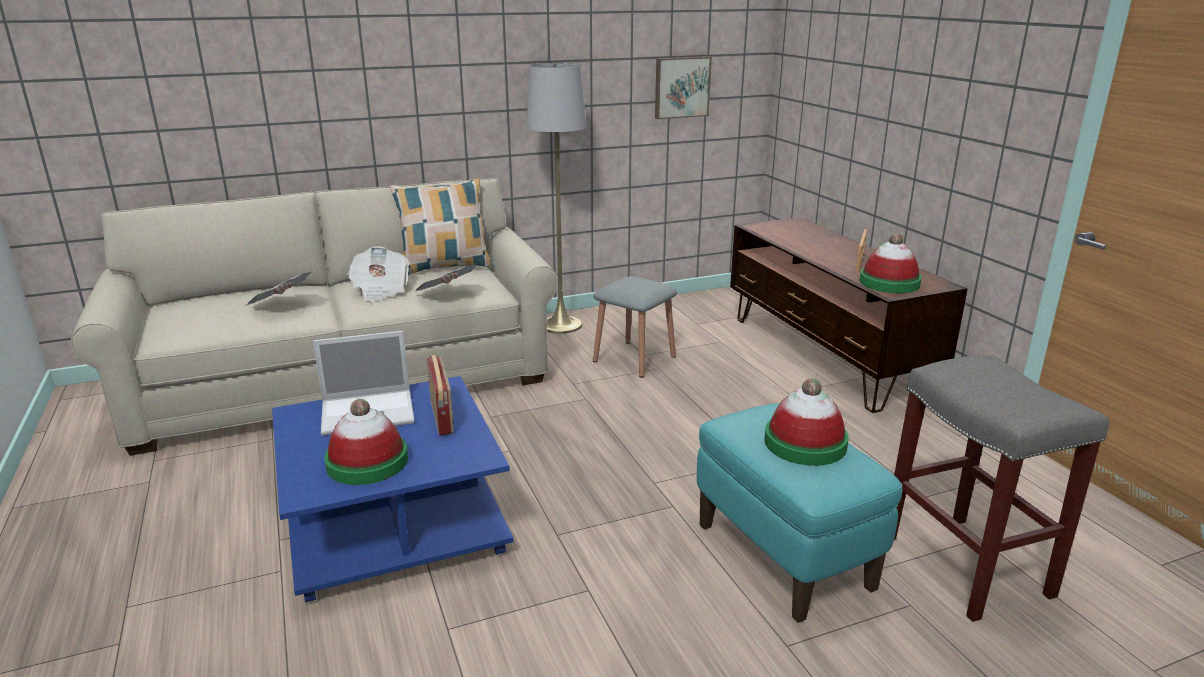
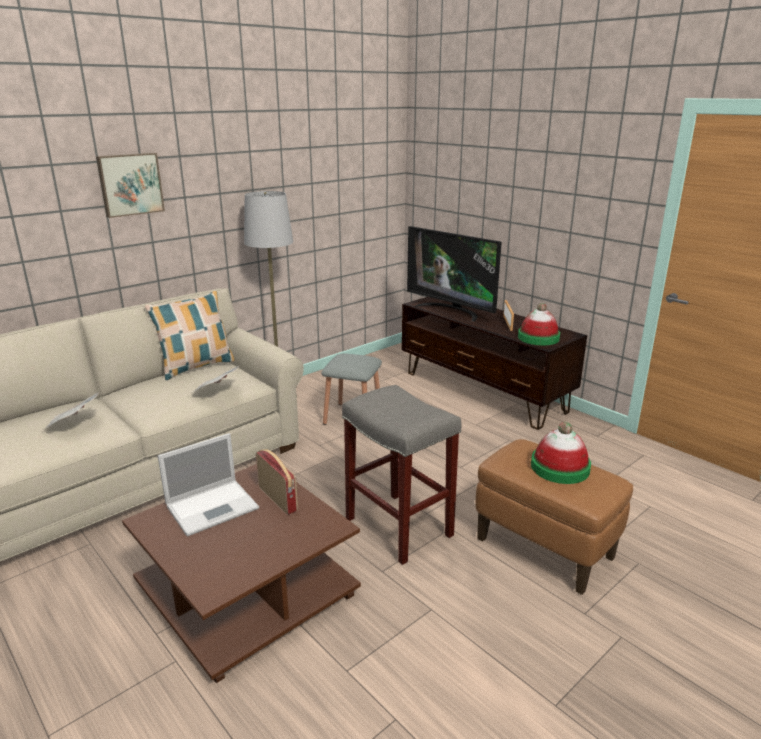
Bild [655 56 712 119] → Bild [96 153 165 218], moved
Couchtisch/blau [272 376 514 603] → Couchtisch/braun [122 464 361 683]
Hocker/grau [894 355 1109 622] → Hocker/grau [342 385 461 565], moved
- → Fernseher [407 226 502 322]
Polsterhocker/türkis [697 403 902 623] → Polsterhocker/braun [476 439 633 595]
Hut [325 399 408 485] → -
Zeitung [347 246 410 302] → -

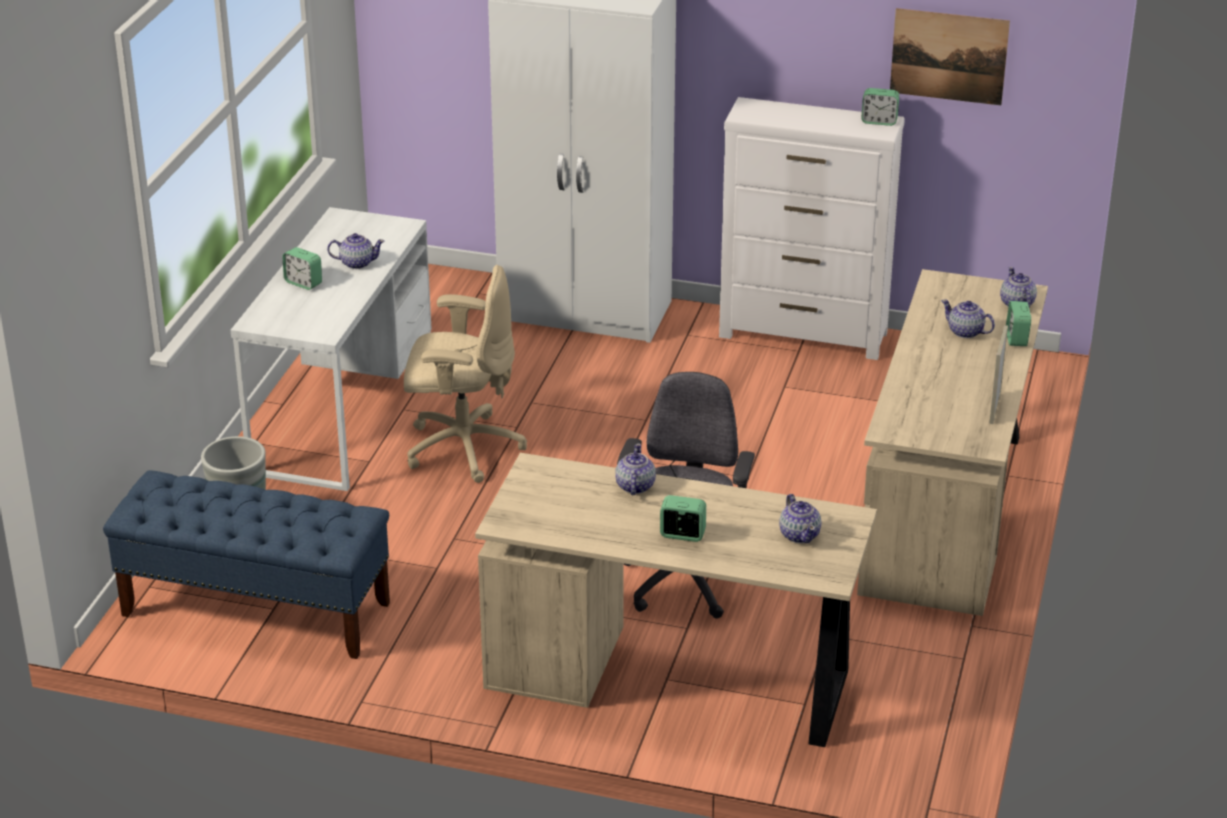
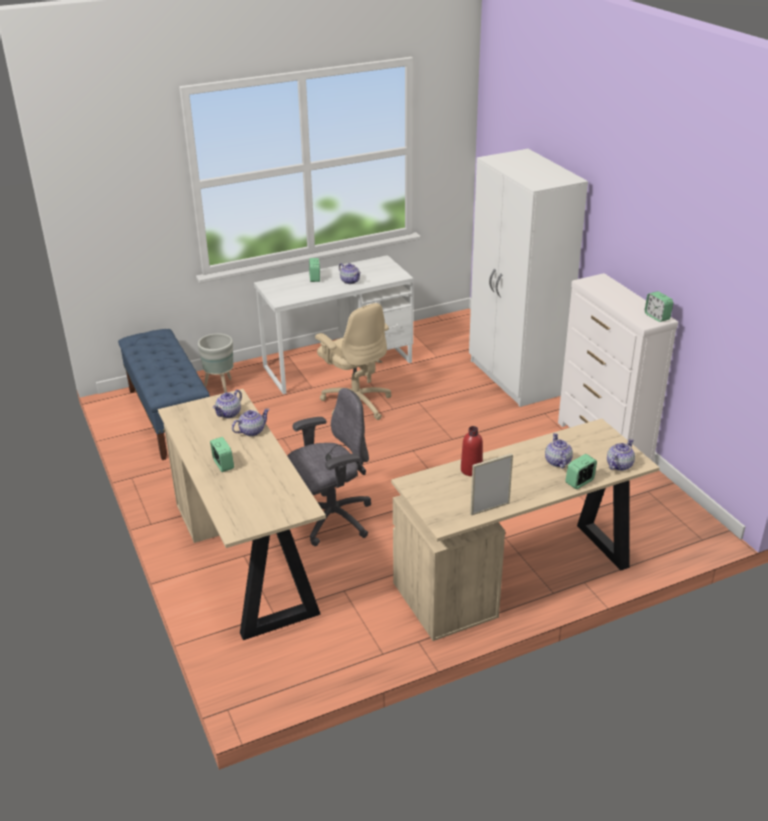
Teekanne [779 494 821 543] → Teekanne [213 390 242 418], moved
- → Flasche/rot [461 426 483 476]
Bild [890 8 1010 105] → -

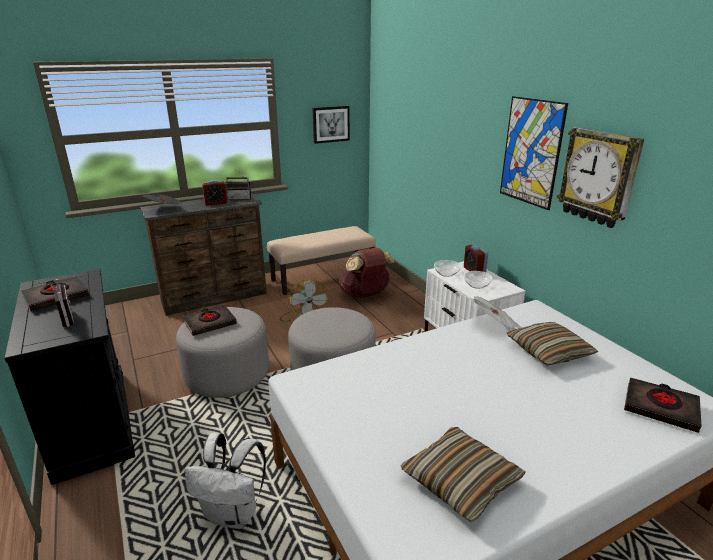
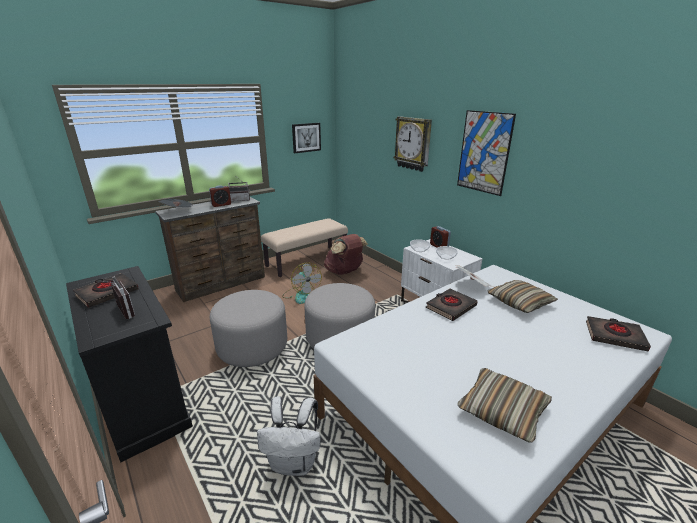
Wanduhr [557 127 644 228] → Wanduhr [394 116 432 172], moved
Buch/schwarz [183 305 237 336] → Buch/schwarz [426 289 478 321], moved

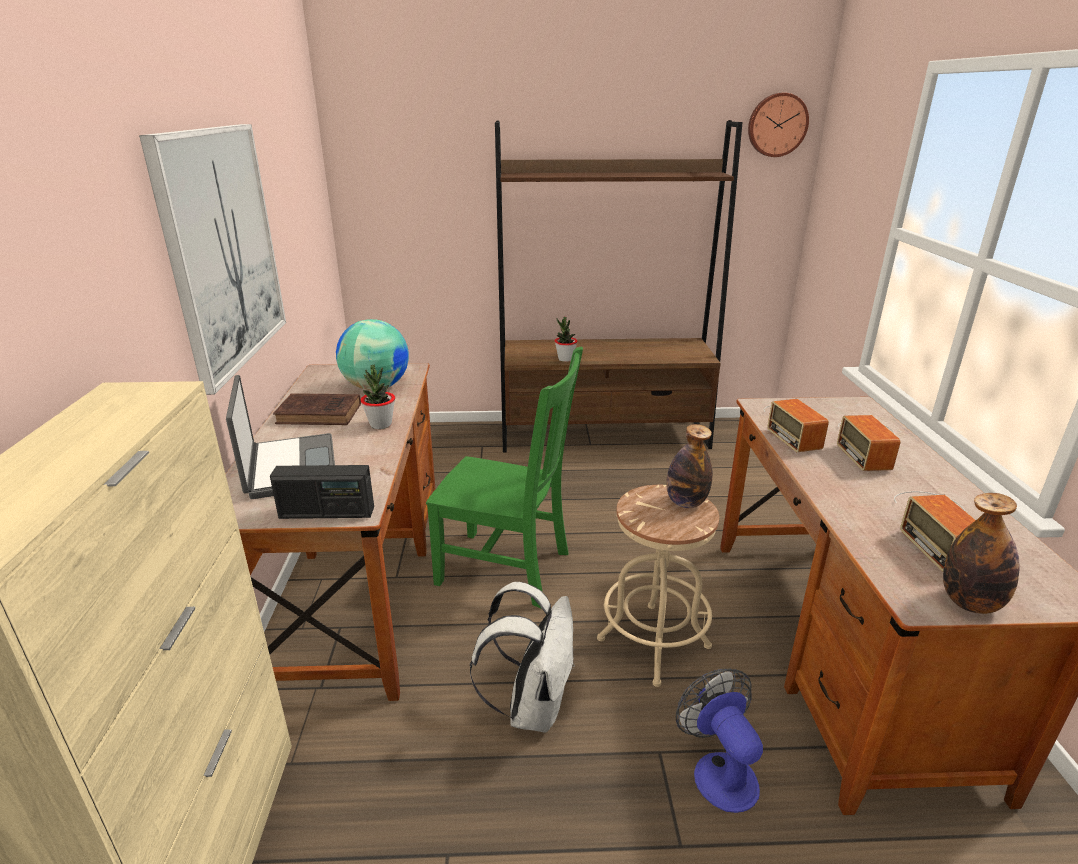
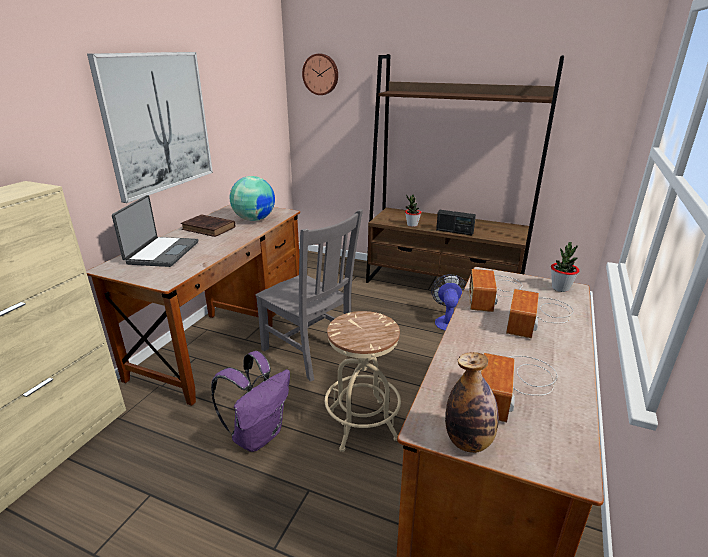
Rucksack/weiß [470 582 574 732] → Rucksack/lila [211 351 290 452]
Stuhl/grün [426 347 583 609] → Stuhl/grau [255 209 363 382]
Wanduhr [748 93 809 157] → Wanduhr [302 54 338 95], moved
Ventilator [676 668 763 813] → Ventilator [431 274 467 331], moved
Radio [270 465 374 519] → Radio [436 210 476 235], moved
Topfpflanze [361 365 395 429] → Topfpflanze [551 242 579 292], moved
Flasche [666 424 713 508] → -

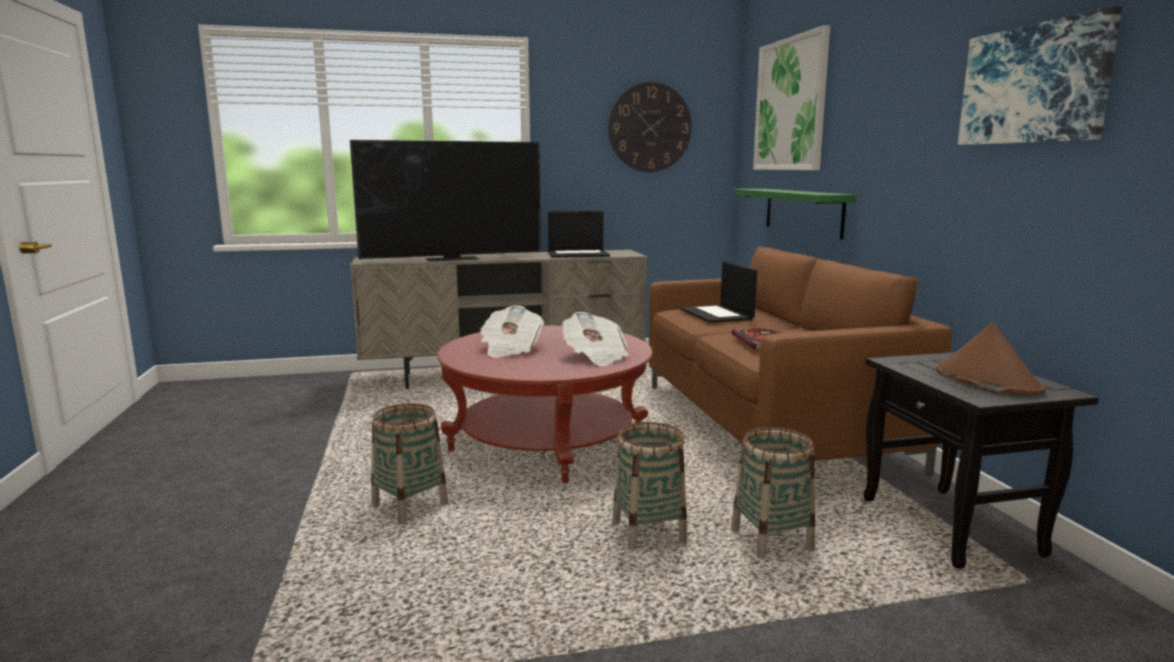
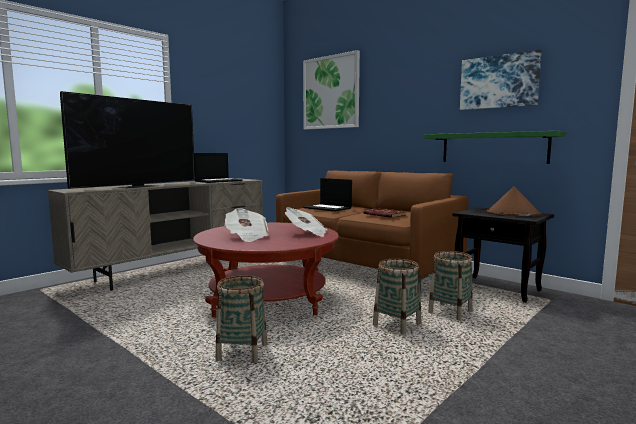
Wandregal/grün [733 189 857 240] → Wandregal/grün [424 131 565 164], moved
Wanduhr [608 82 692 172] → -

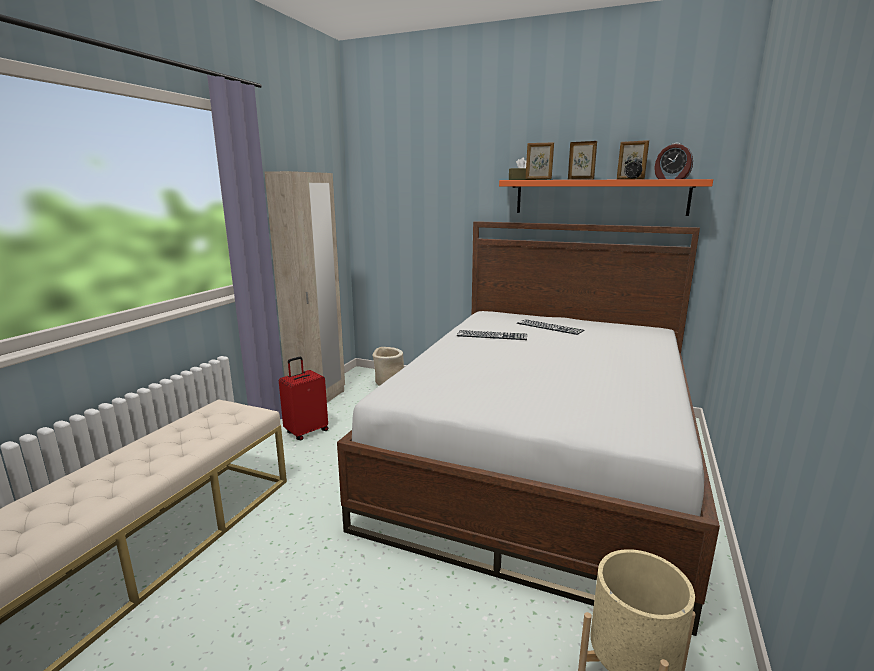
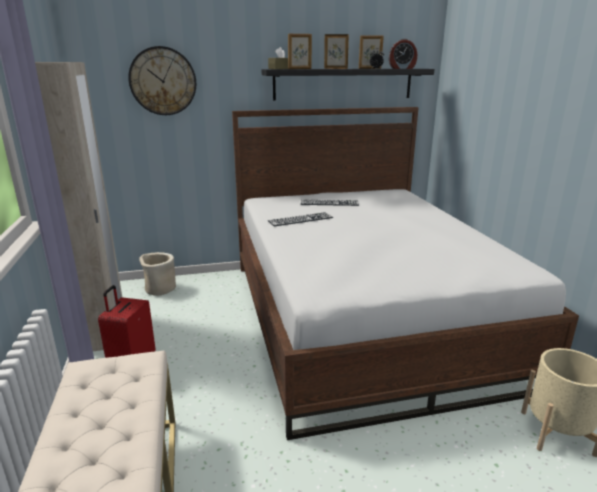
- → Wanduhr [128 46 196 115]
Wandregal/orange [499 179 713 216] → Wandregal/schwarz [262 69 435 100]

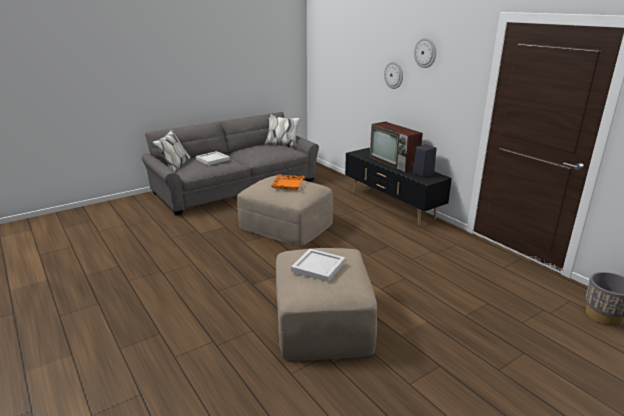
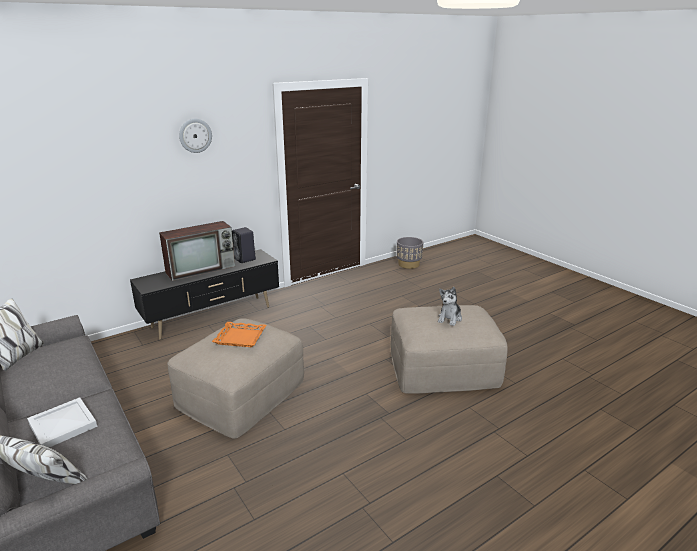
Tablett/weiß [291 249 345 282] → Plüschtier [438 287 462 326]
Wanduhr [384 61 403 89] → -

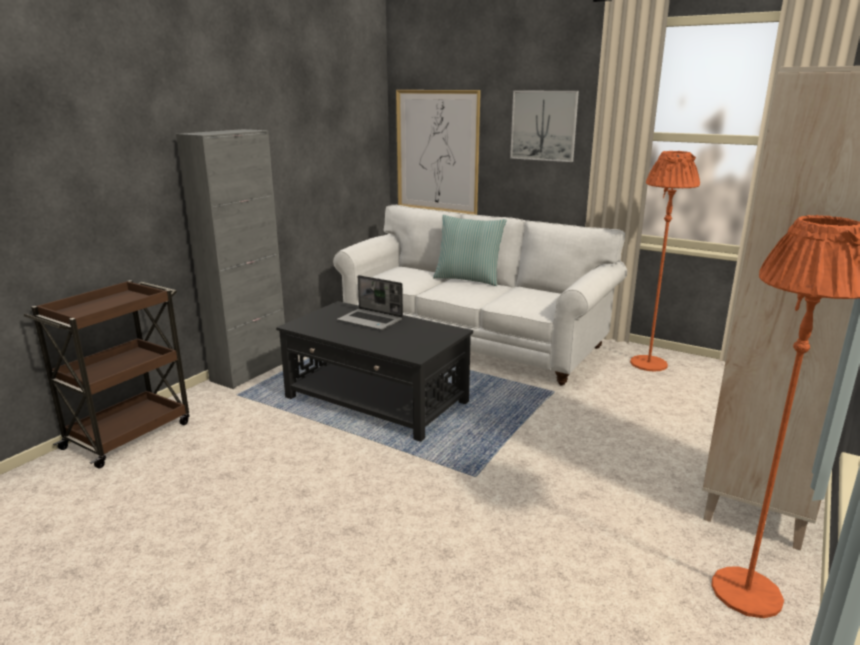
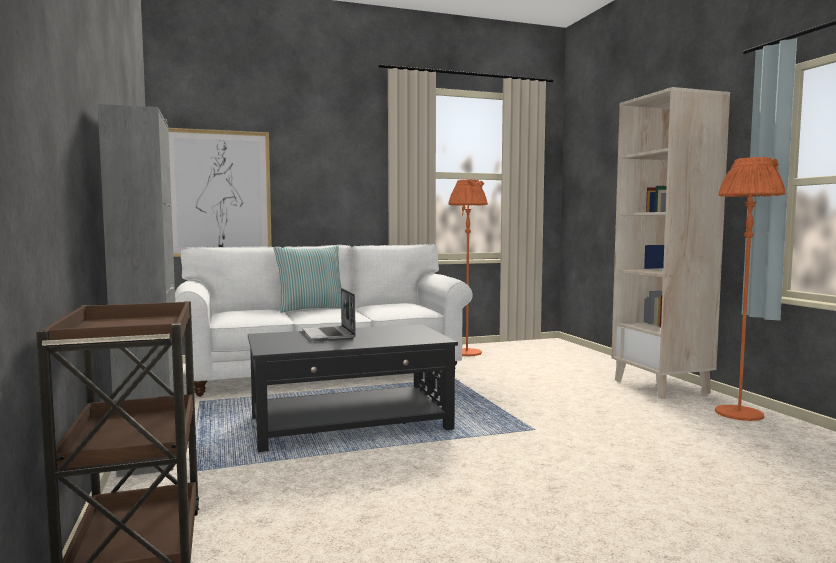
Laptop [337 275 403 330] → Laptop [302 288 356 341], 90 degrees clockwise
Bild [510 91 579 162] → -

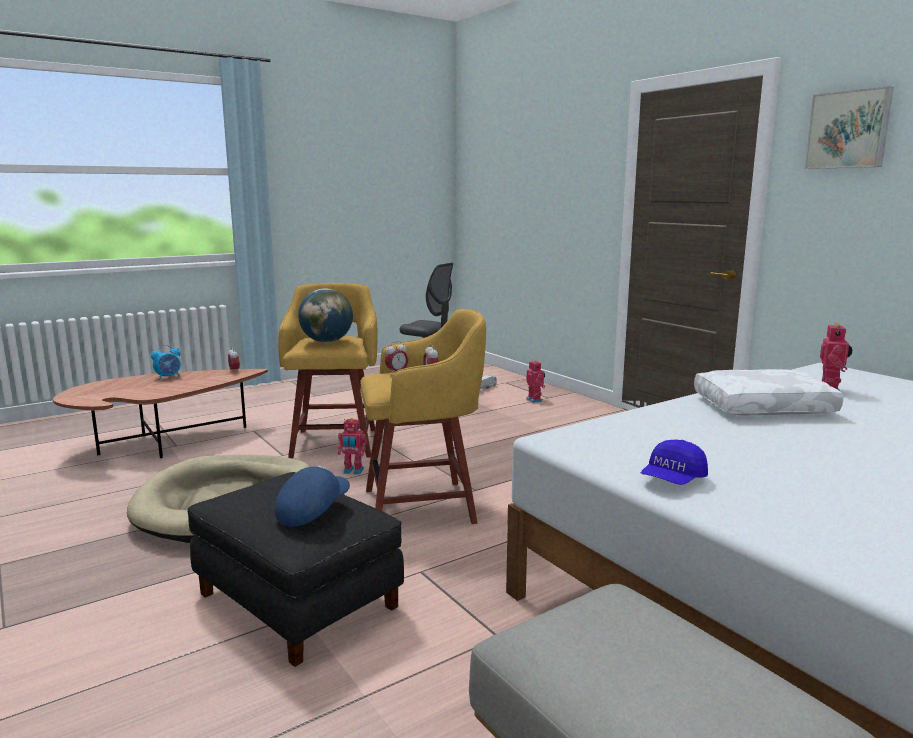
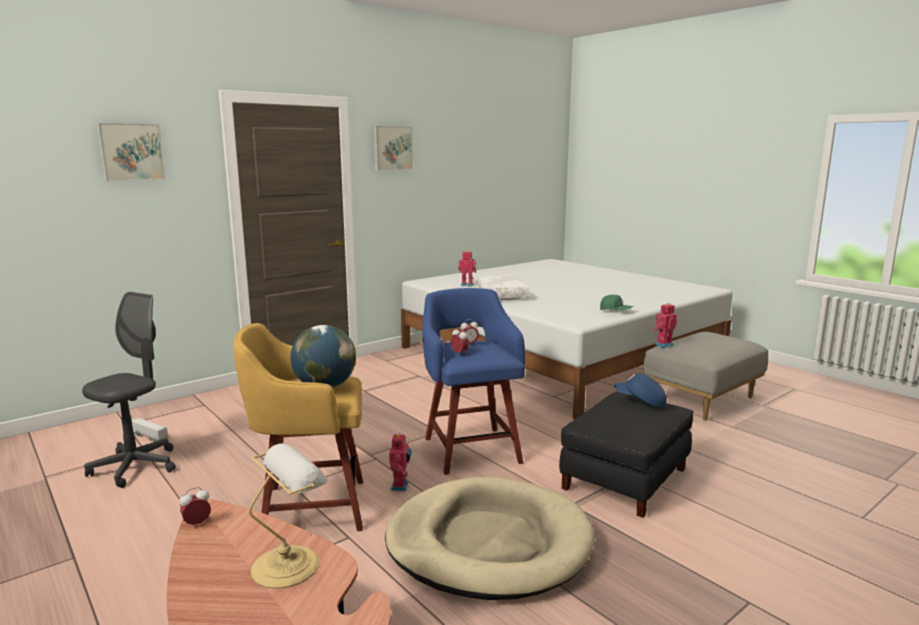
- → Bild [97 123 165 181]
- → Tischlampe [249 443 328 589]
Hocker/gelb [360 309 486 524] → Hocker/blau [422 288 525 475]
Kappe/blau [641 440 708 485] → Kappe/grün [600 295 633 310]
Spielzeugroboter [526 360 545 403] → Spielzeugroboter [654 303 677 348], moved
Wecker [151 345 181 380] → -

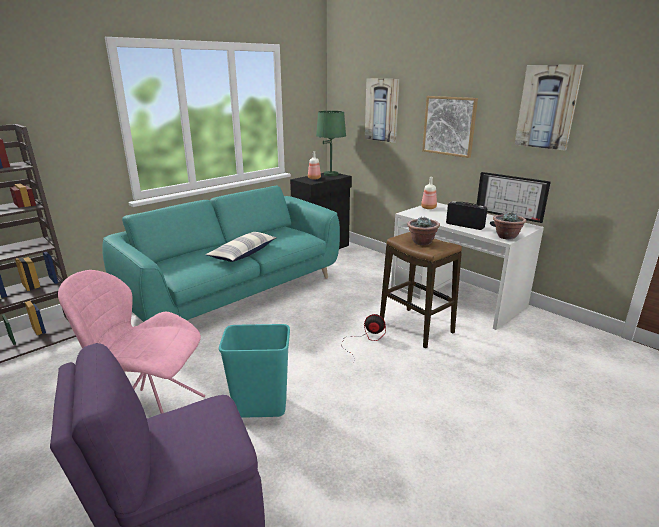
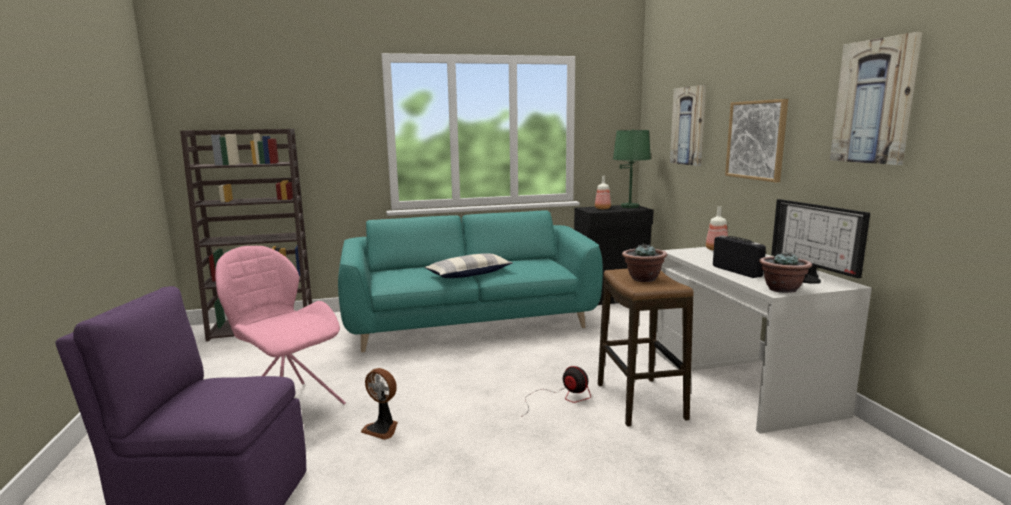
Mülleimer/türkis [219 324 290 418] → Ventilator [361 368 398 440]

